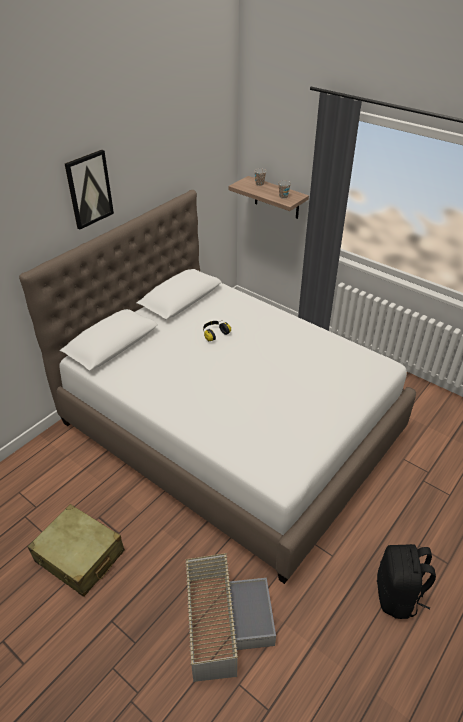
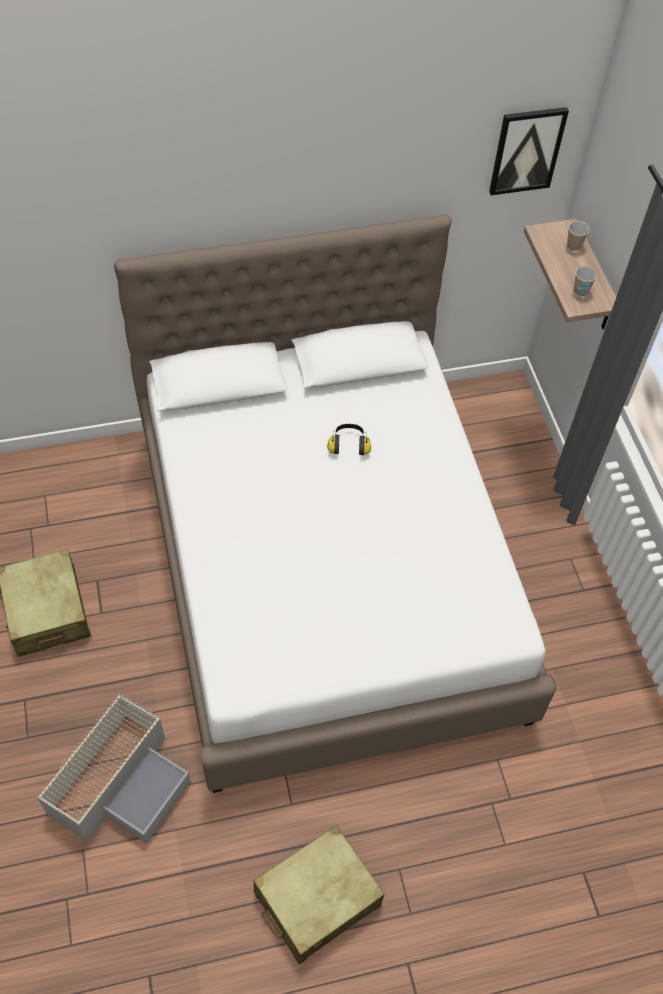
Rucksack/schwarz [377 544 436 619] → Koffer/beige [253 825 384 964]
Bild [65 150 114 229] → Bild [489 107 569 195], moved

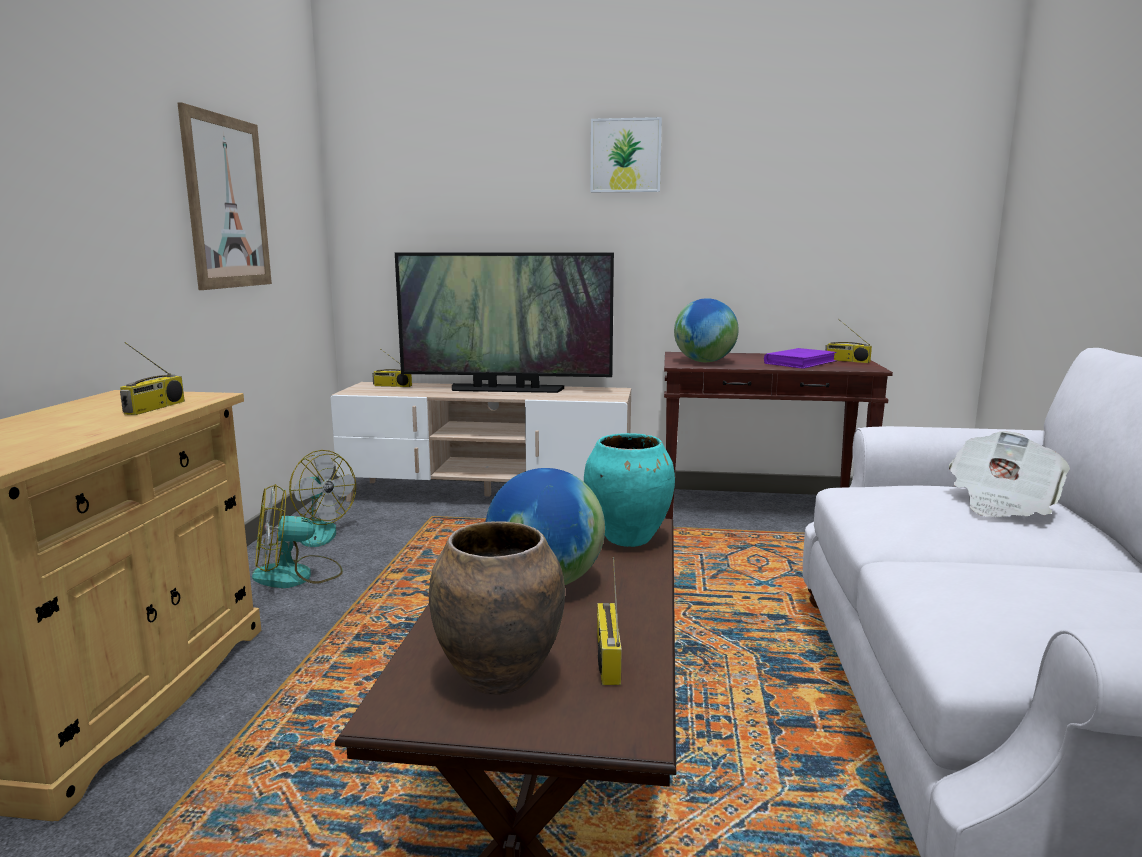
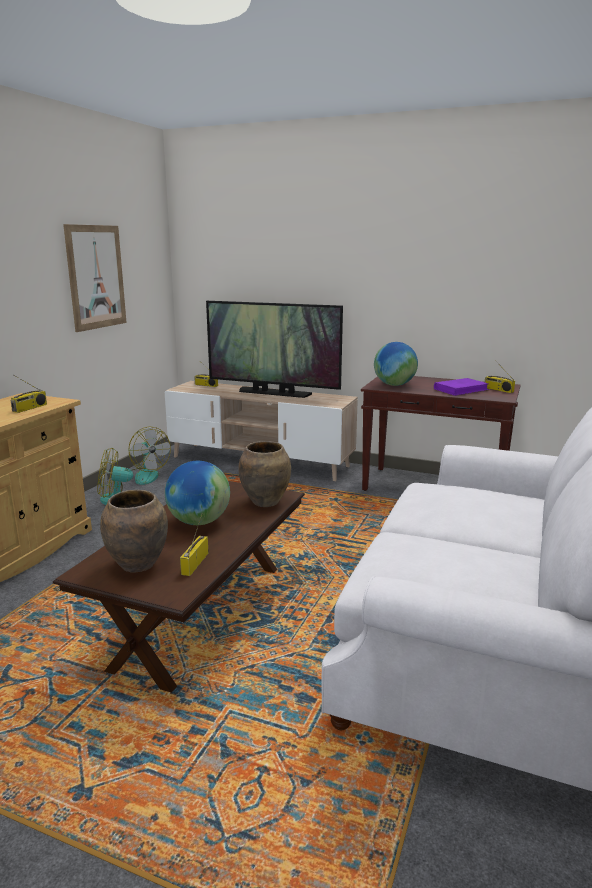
Vase/türkis [584 433 675 547] → Vase/braun [238 441 291 507]
Bild [591 117 662 192] → -
Zeitung [949 431 1070 517] → -

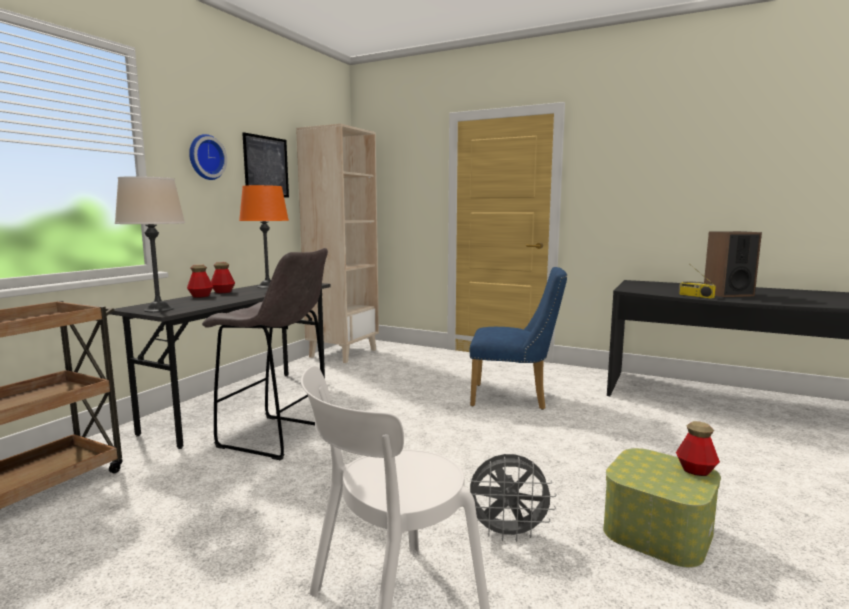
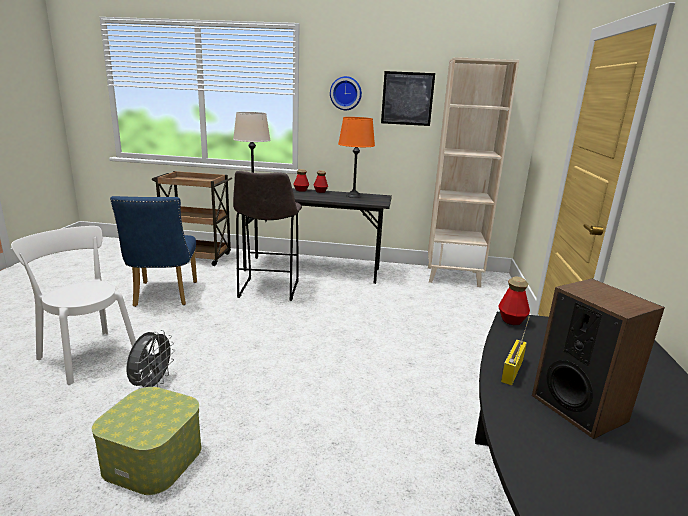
Stuhl/blau [470 267 567 410] → Stuhl/blau [110 196 197 307], moved
Ventilator/grau [470 454 556 542] → Ventilator/grau [126 330 175 389], 150 degrees counterclockwise
Flasche [676 421 720 476] → Flasche [498 277 530 325], moved

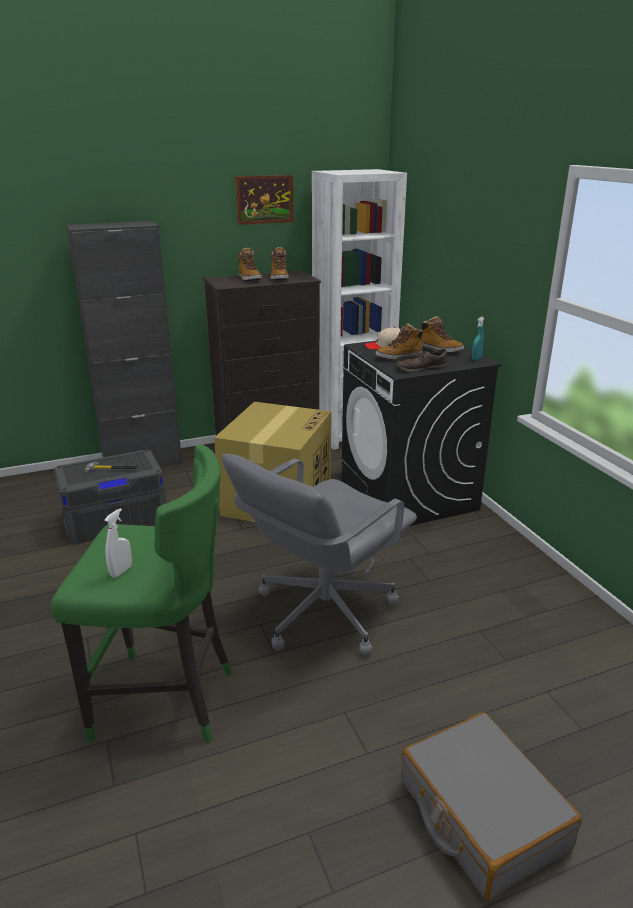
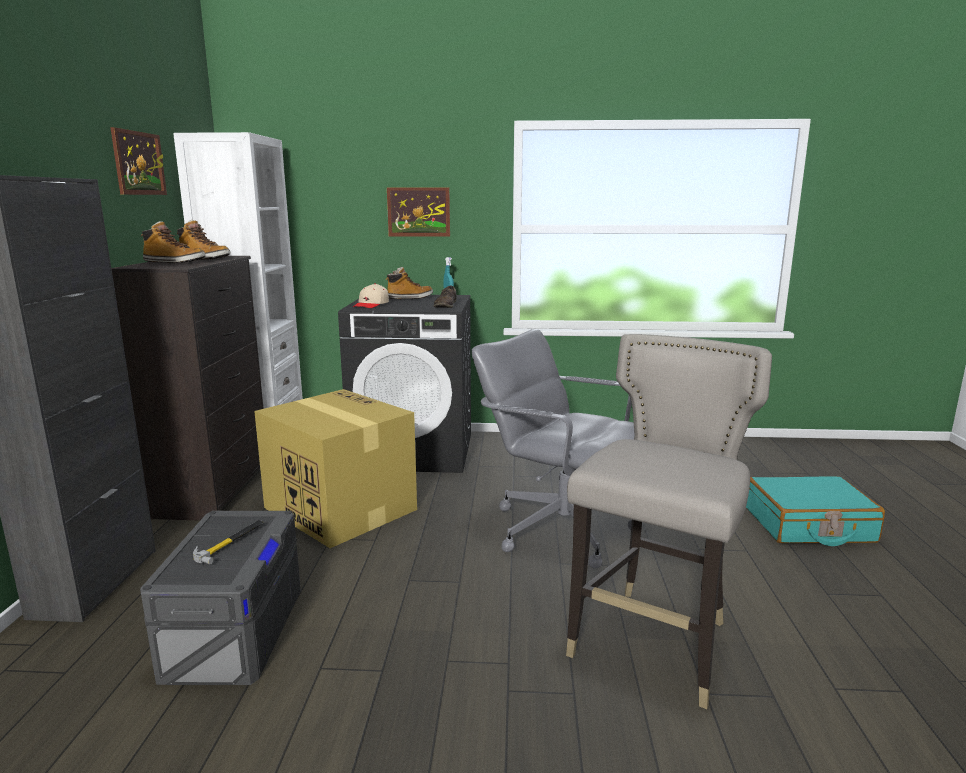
- → Bild [387 187 450 237]
Bürostuhl/grau [222 454 417 656] → Bürostuhl/grau [471 329 634 569], 150 degrees clockwise
Hocker/grün [51 445 232 743] → Hocker/grau [566 334 772 709]
Koffer/grau [401 712 582 901] → Koffer/türkis [746 476 885 546]
Sprühflasche/weiß [104 508 132 578] → -
Stiefel [376 323 423 360] → -

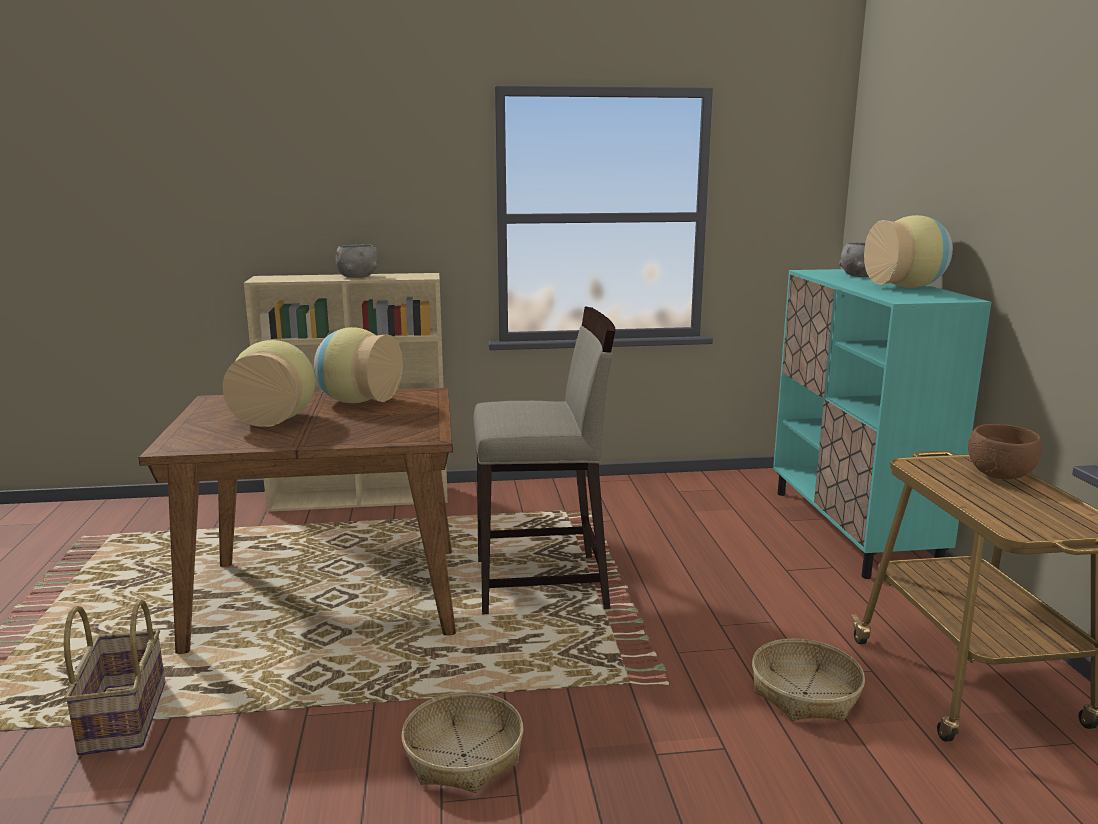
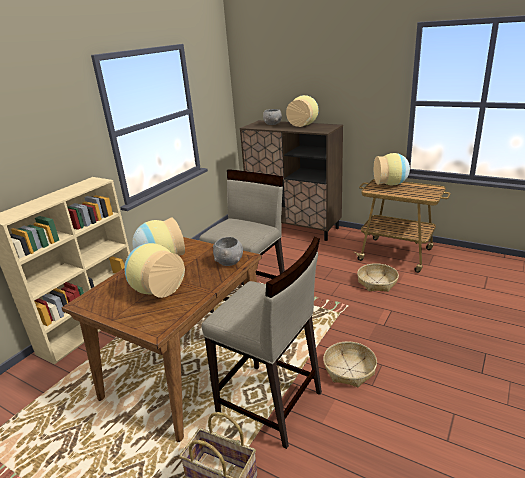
- → Hocker/beige [202 237 322 449]
Schüssel/grau [336 244 378 278] → Schüssel/grau [213 237 243 266], moved
Schrank/türkis [773 269 992 579] → Schrank/braun [240 120 343 241]
Schüssel/braun [968 424 1042 479] → Vase [374 153 410 185]

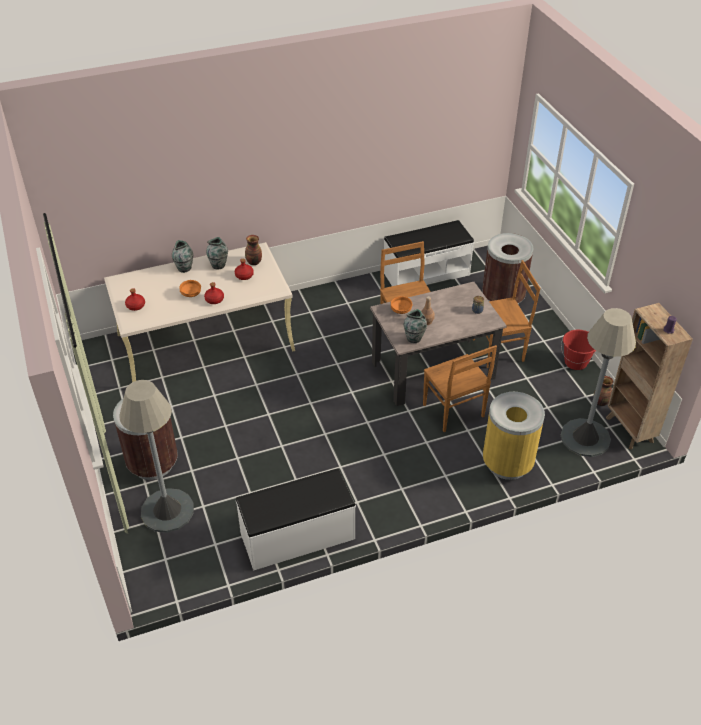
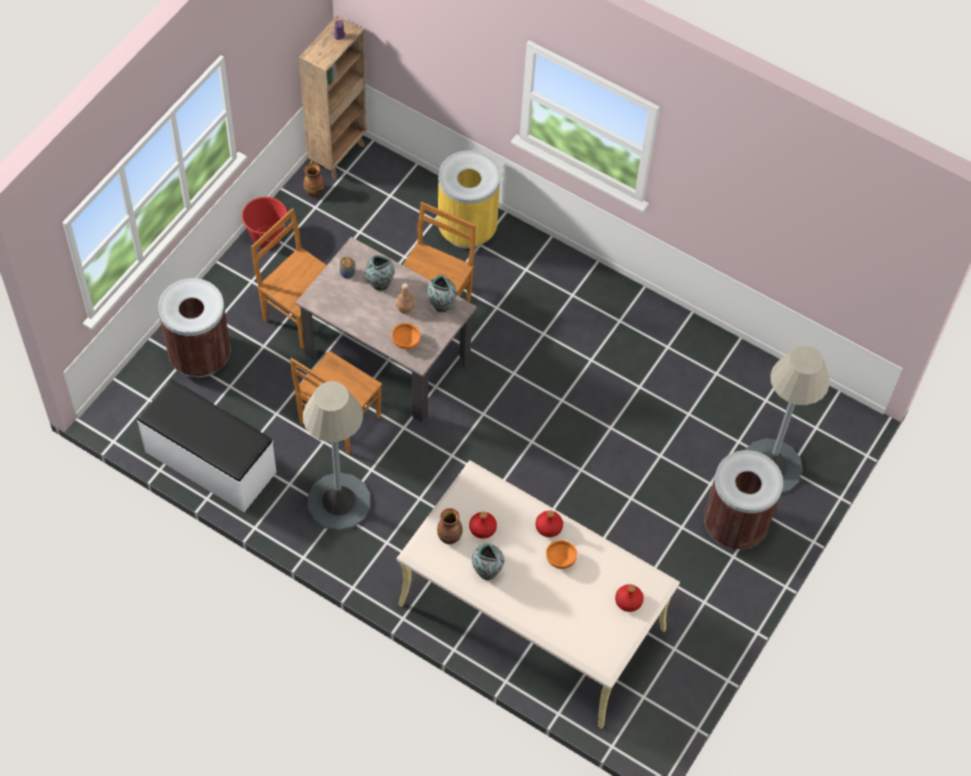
Stehlampe/grau [561 308 636 457] → Stehlampe/grau [303 381 370 531], moved
Vase [172 240 193 273] → Vase [365 255 395 291], moved
Bank/weiß [236 468 356 571] → -

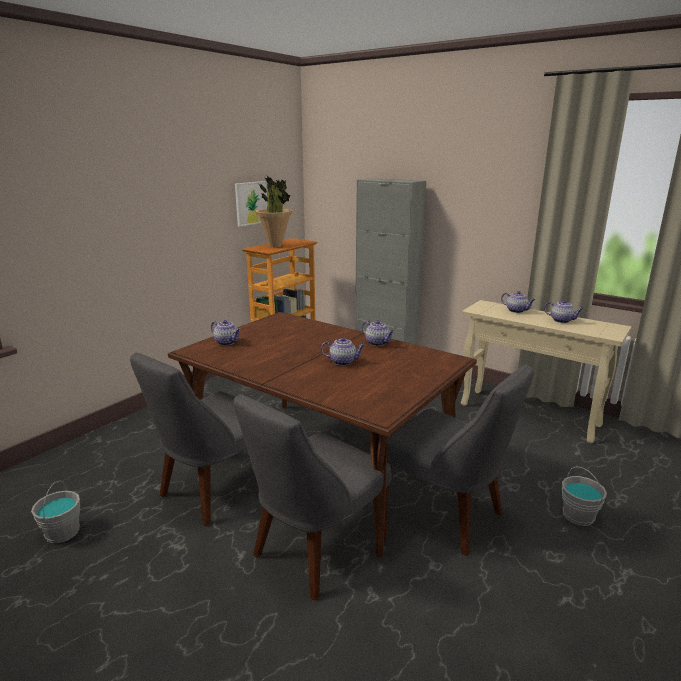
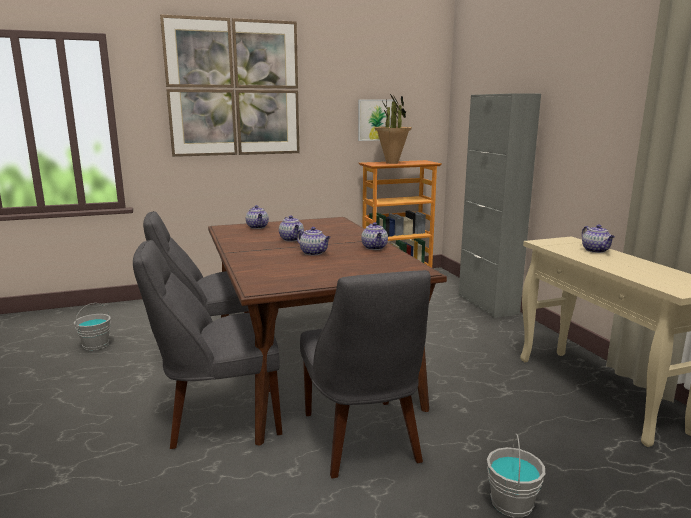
- → Bild [160 14 300 157]
Teekanne [544 300 584 323] → Teekanne [279 216 304 241], moved

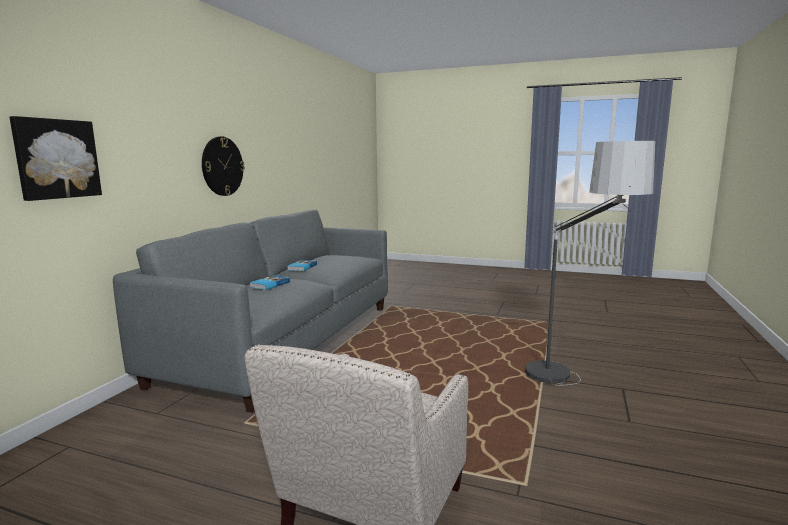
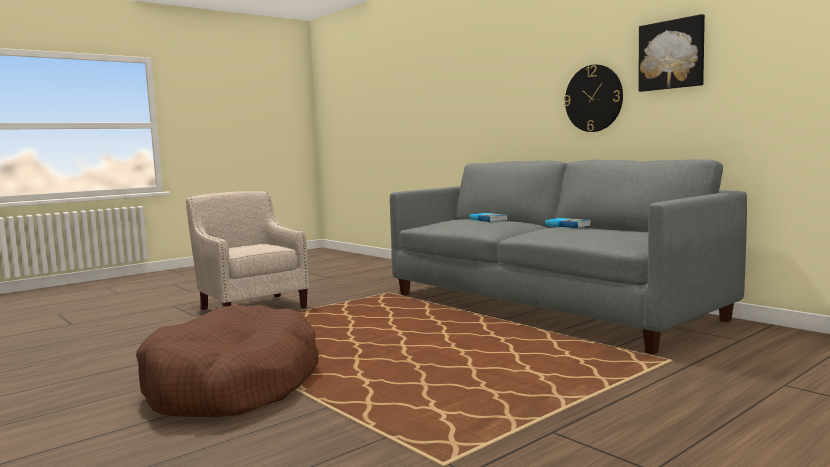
Stehlampe [525 141 656 385] → Hundebett/braun [136 305 319 417]
Bild [10 116 102 201] → Bild [638 14 705 92], moved

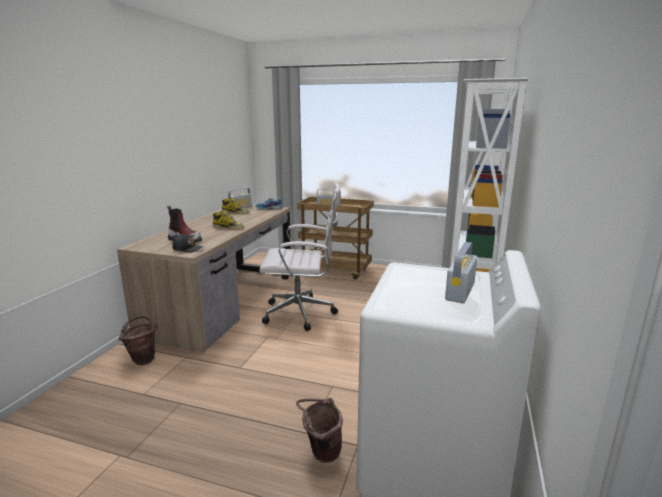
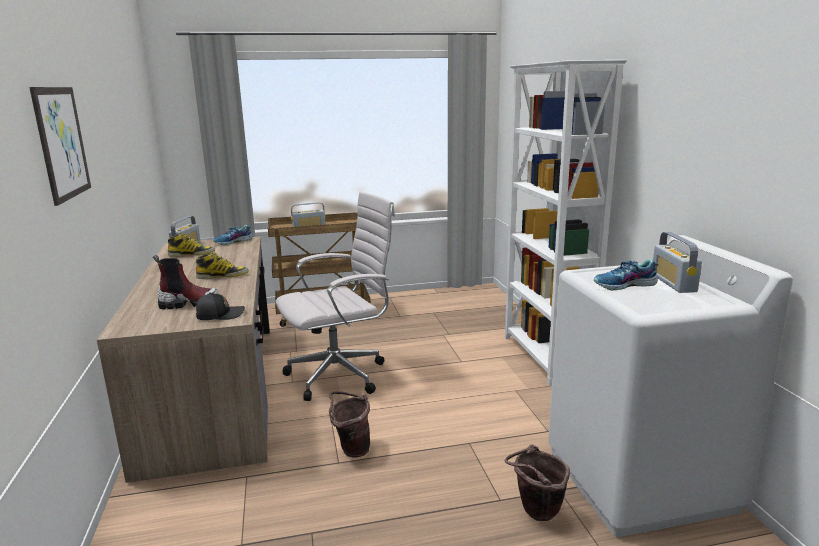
- → Bild [29 87 91 206]
Eimer/braun [118 316 158 366] → Eimer/braun [329 391 370 458], moved
- → Schuh [594 259 658 290]

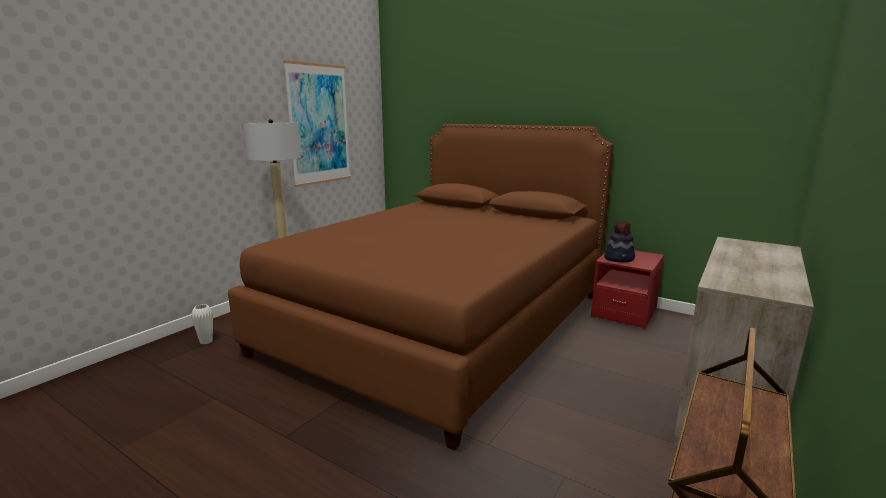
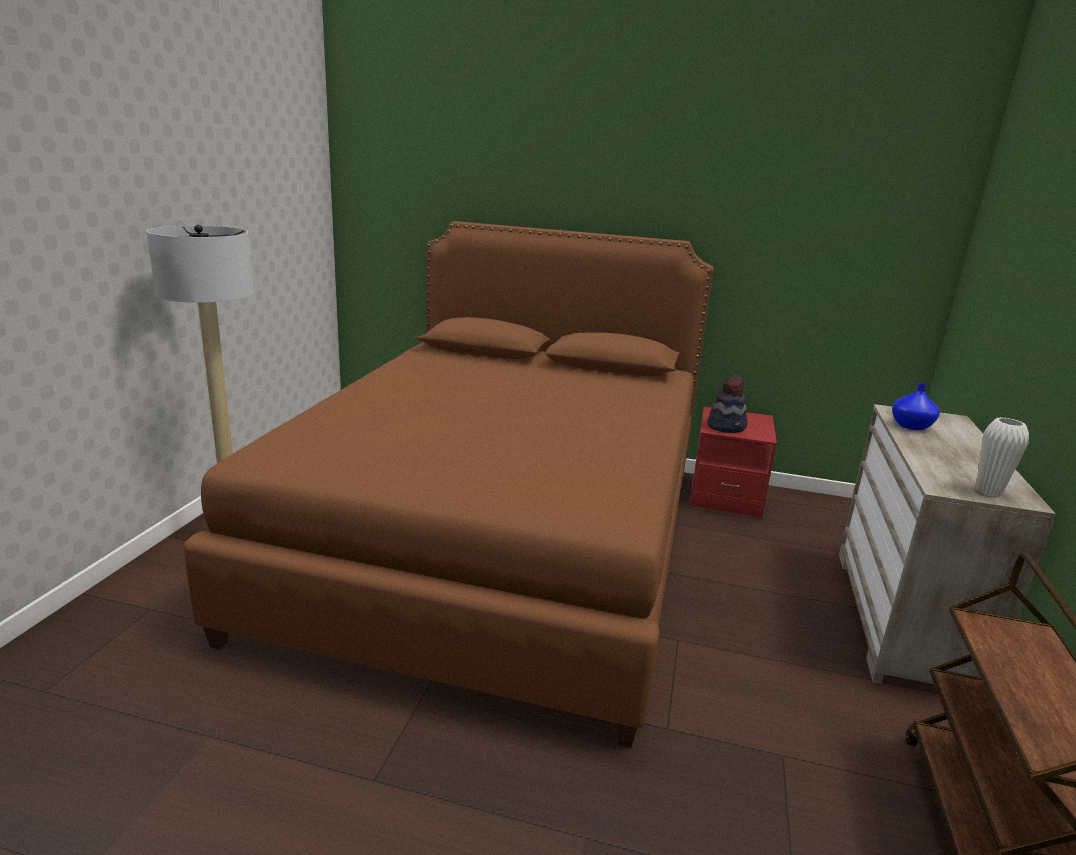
- → Vase/blau [892 383 940 430]
Vase/weiß [191 304 213 344] → Vase/weiß [976 417 1029 497], moved
Bild [283 60 351 187] → -

